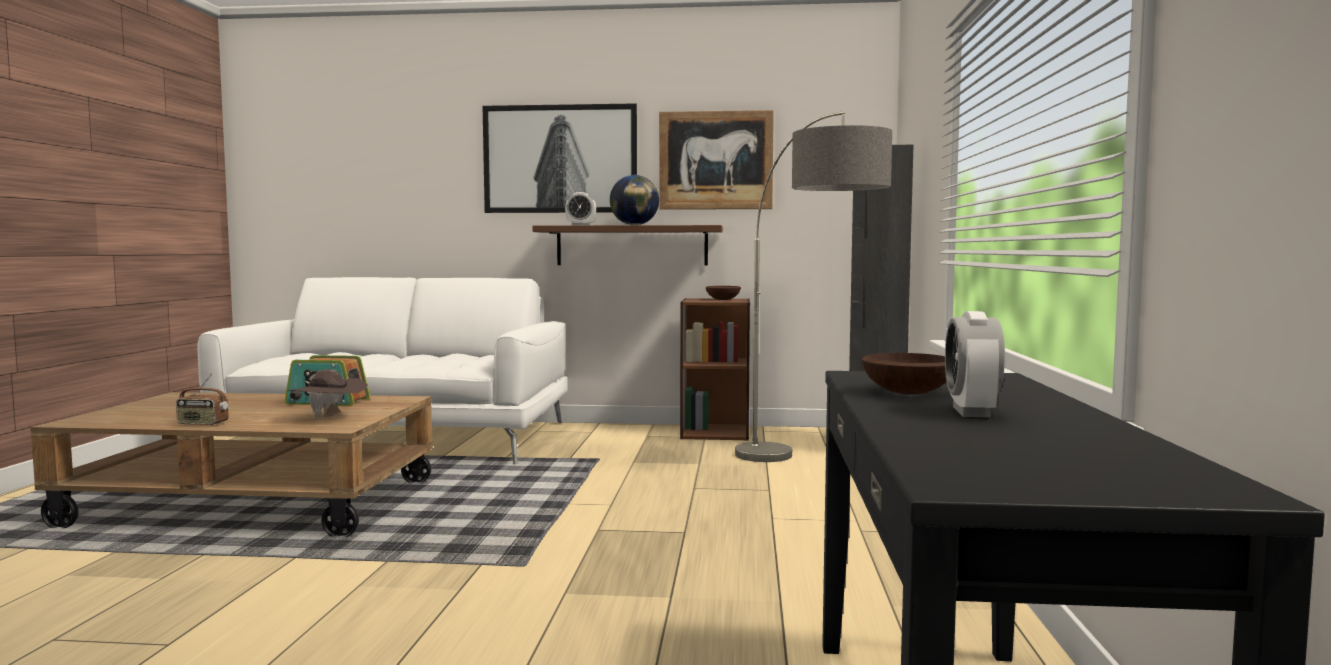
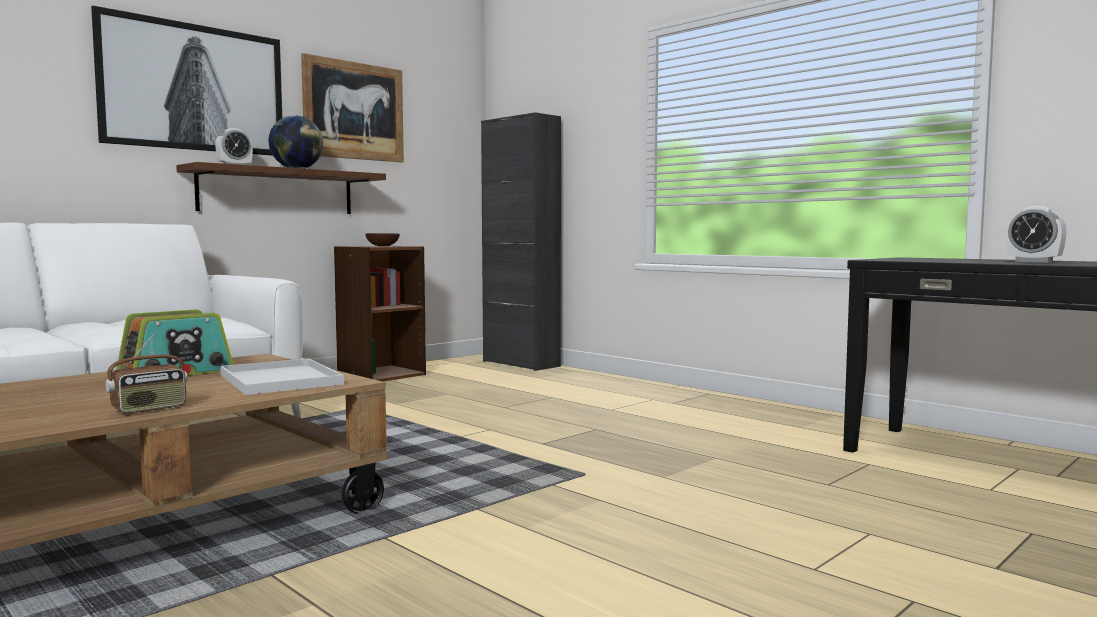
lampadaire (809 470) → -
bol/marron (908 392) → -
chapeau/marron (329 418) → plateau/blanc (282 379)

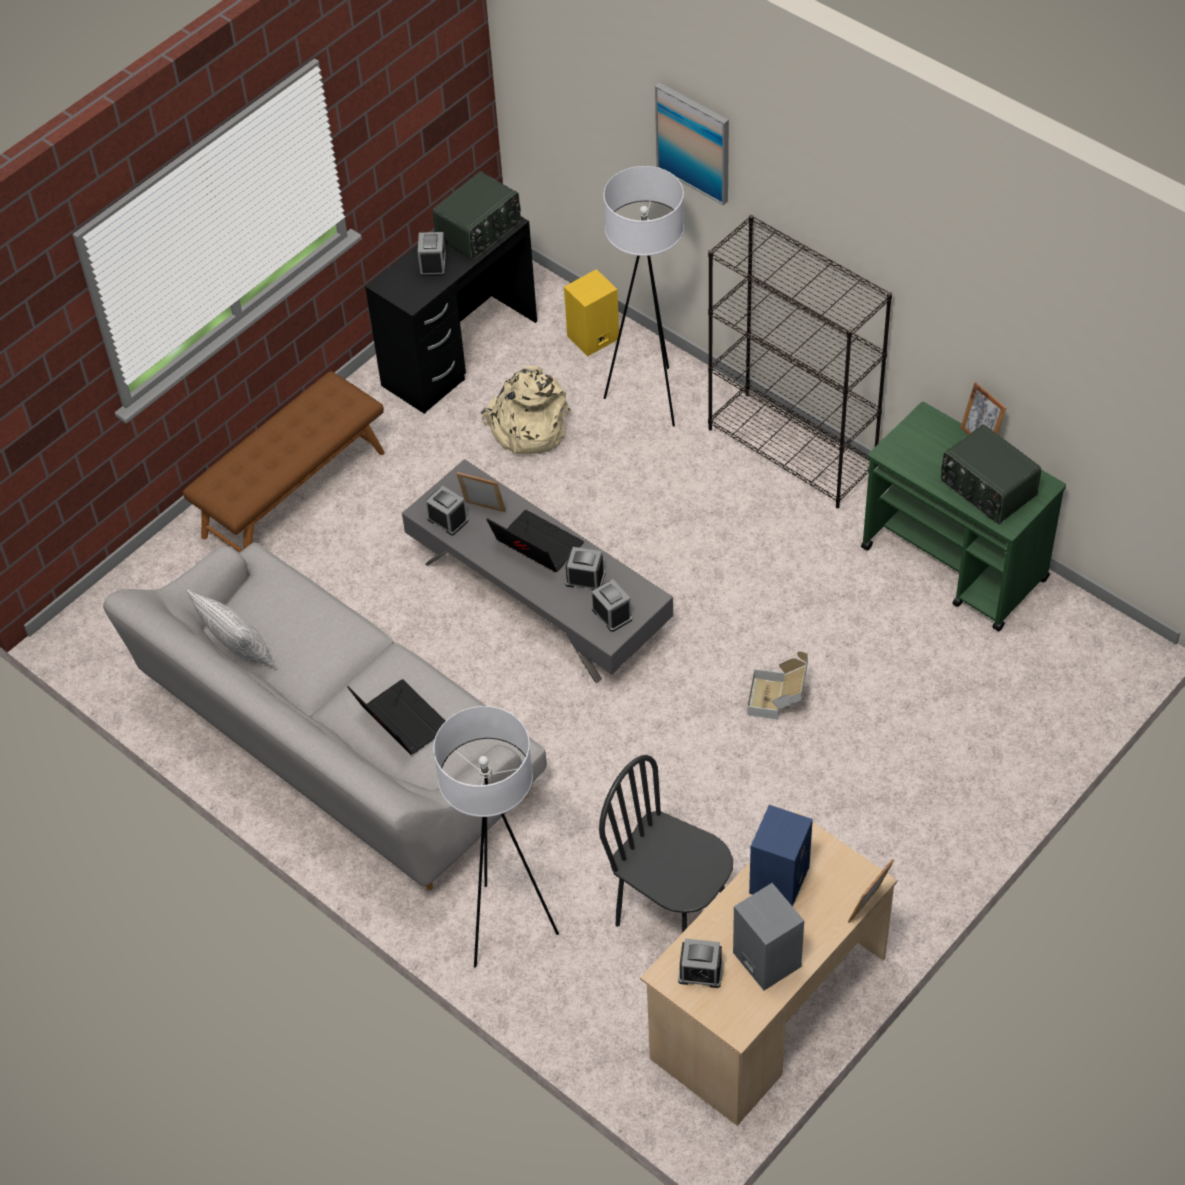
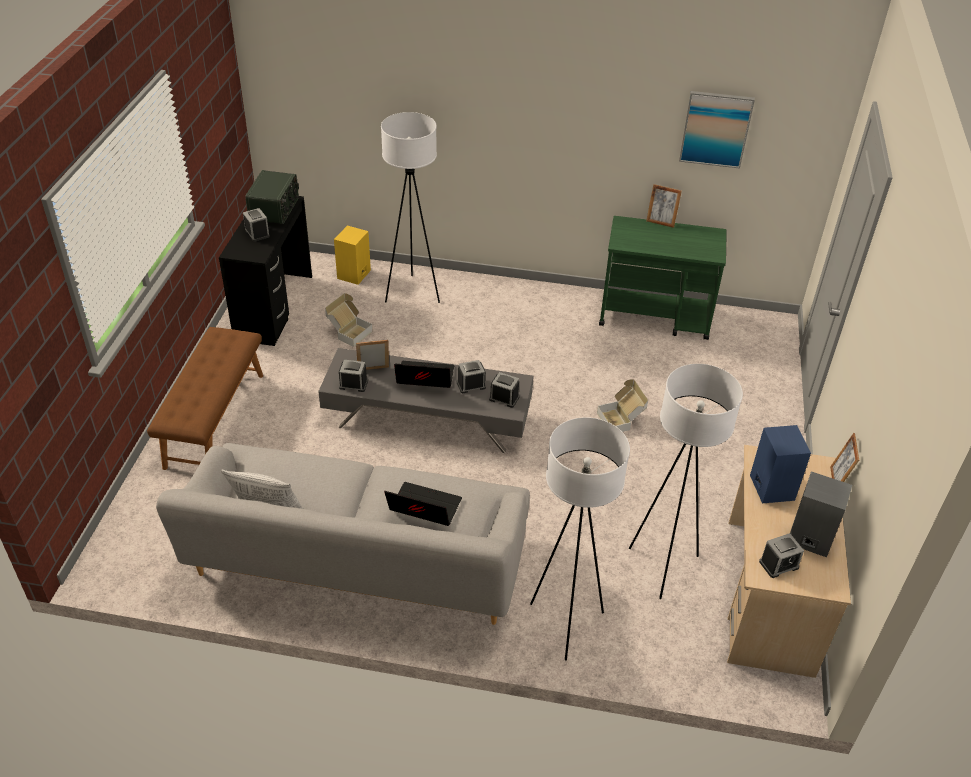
tableau (694 142) → tableau (715 129), relocated
bibliothèque/noir (792 450) → -
sac à dos/beige (527 428) → carton (349 332)
radio (987 489) → -
chaise/noir (671 915) → lampadaire/blanc (663 567)

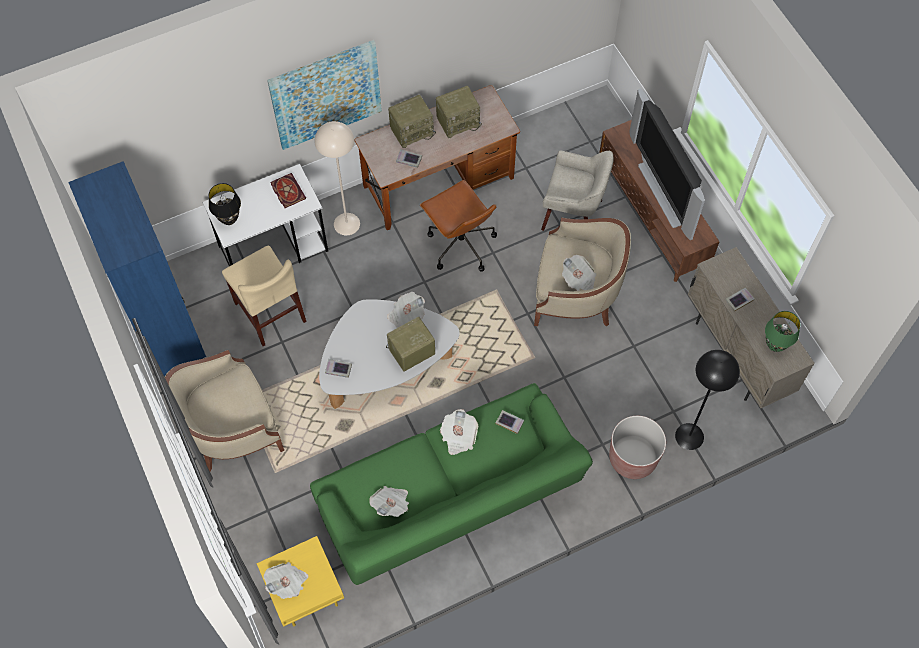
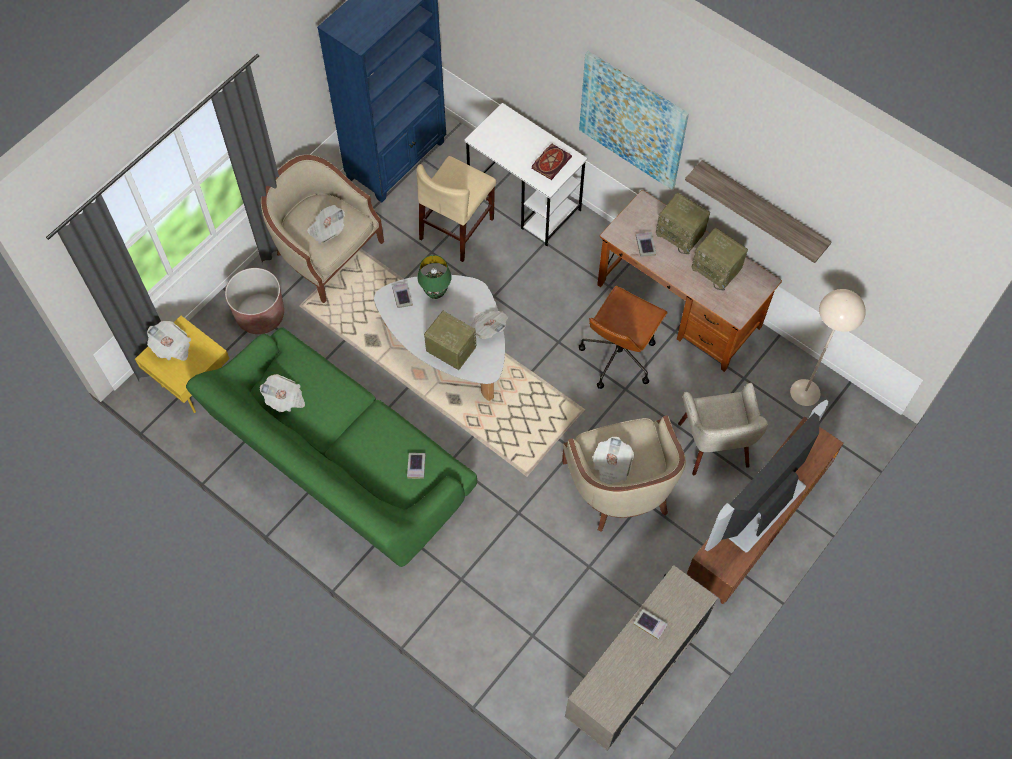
lampadaire/beige (347 223) → lampadaire/beige (805 392), relocated
lampe de table/noir (229 220) → -
lampe de table/vert (775 345) → lampe de table/vert (436 293), relocated
lampadaire/noir (689 436) → -
journal (458 437) → journal (327 230), relocated
cache-pot/marron (632 458) → cache-pot/marron (260 315), relocated
- → étagère (762 209)

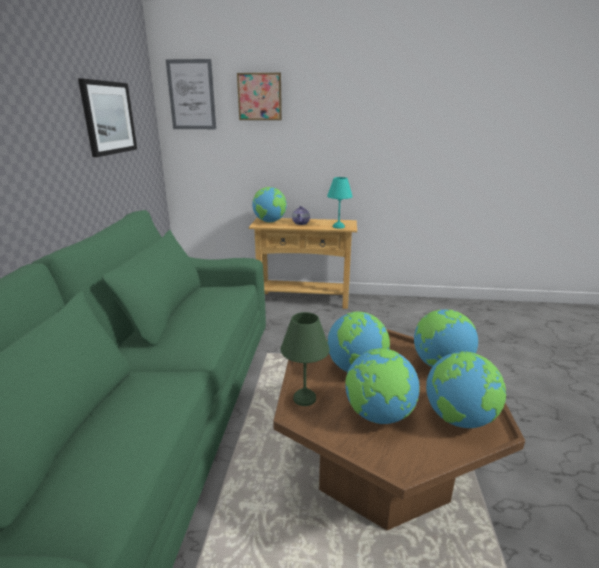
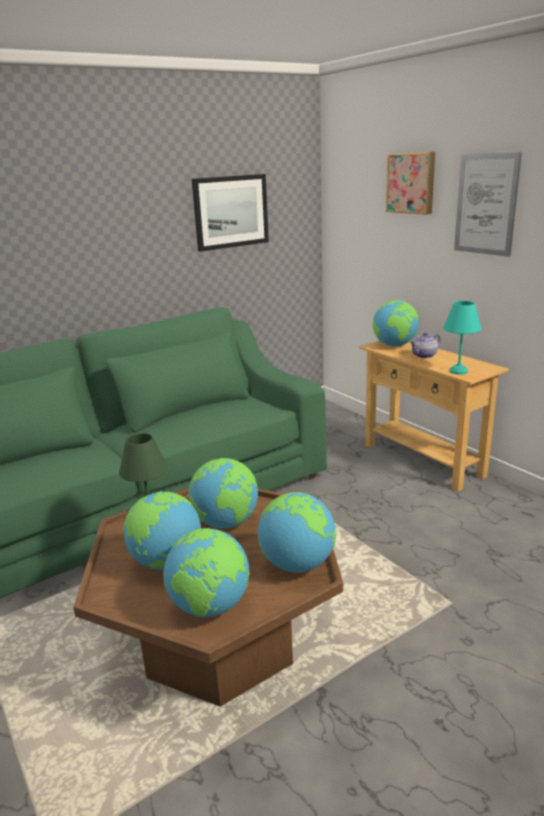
tableau (191 95) → tableau (486 204), relocated

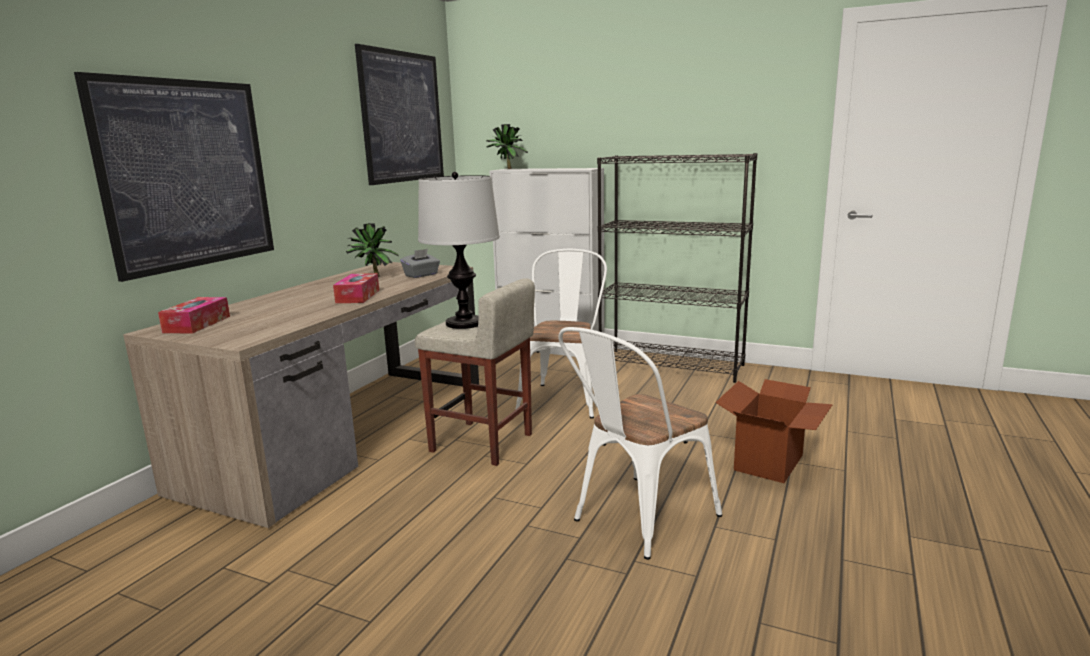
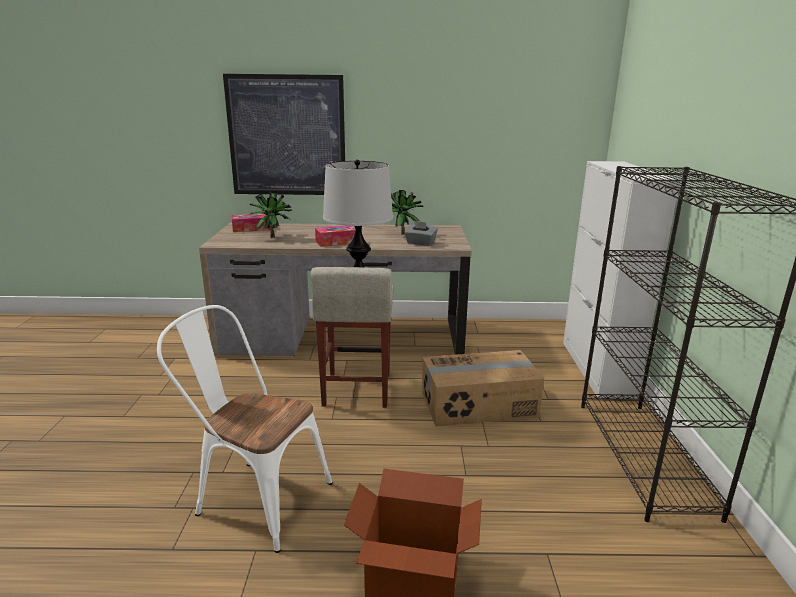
tableau (402 117) → -
plante en pot (506 169) → plante en pot (272 236), relocated
chaise/blanc (564 397) → carton (479 405)

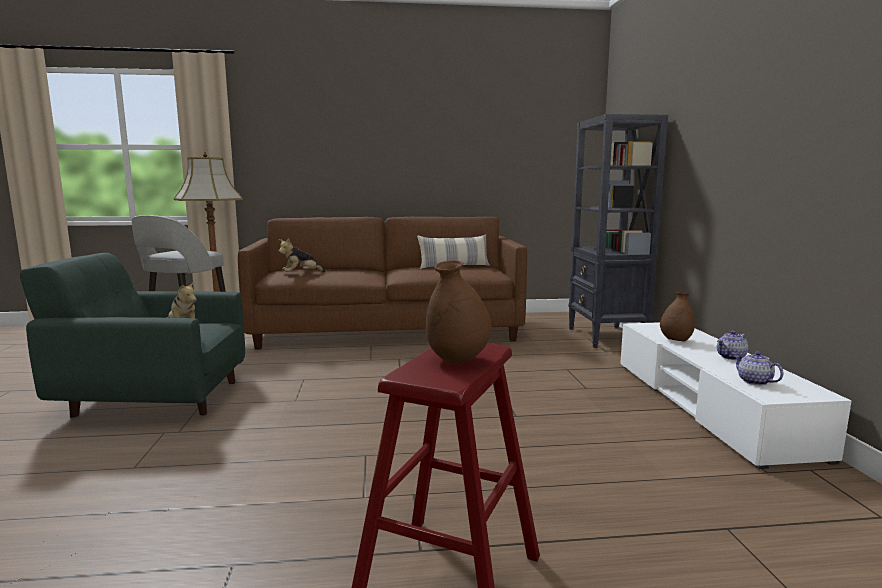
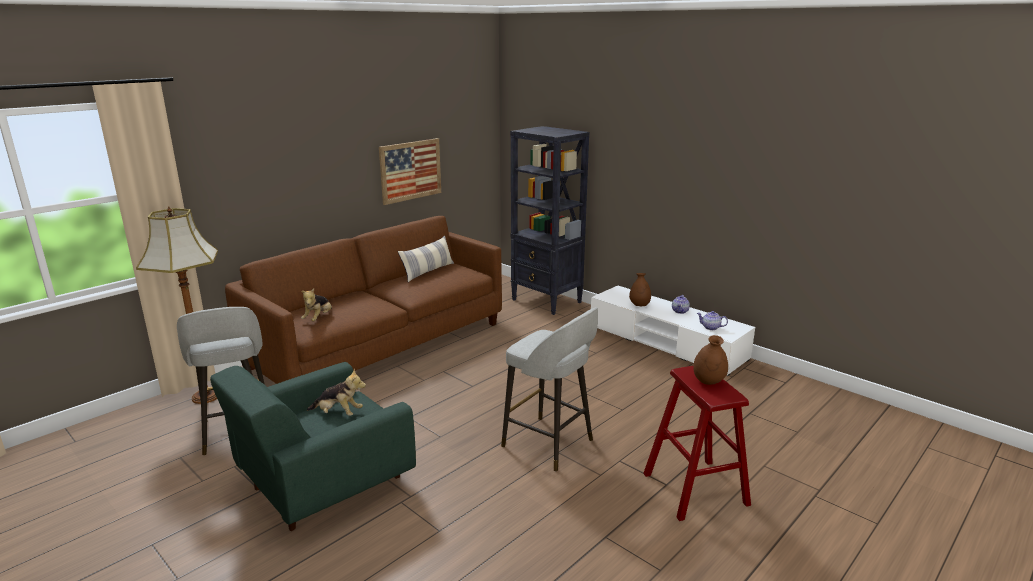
- → tableau (410 170)
- → tabouret/gris (549 444)

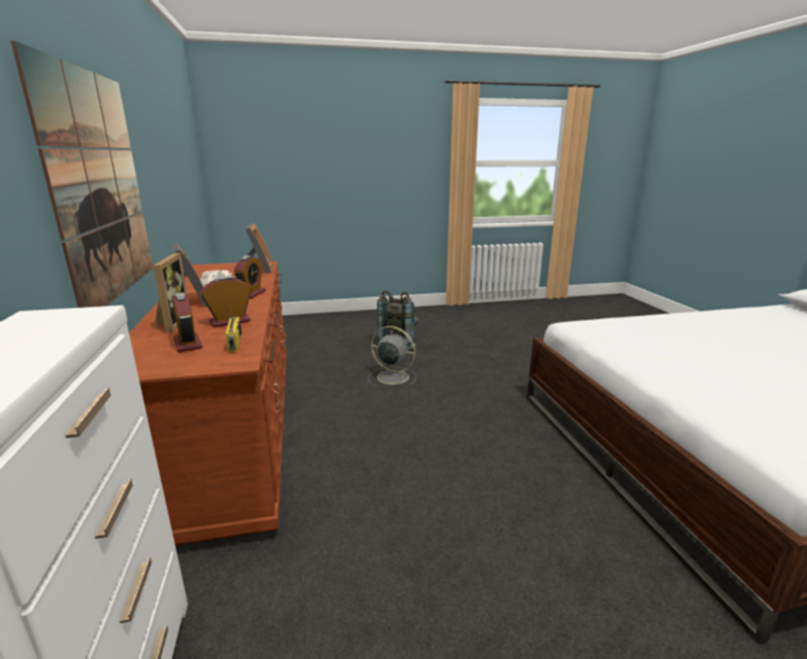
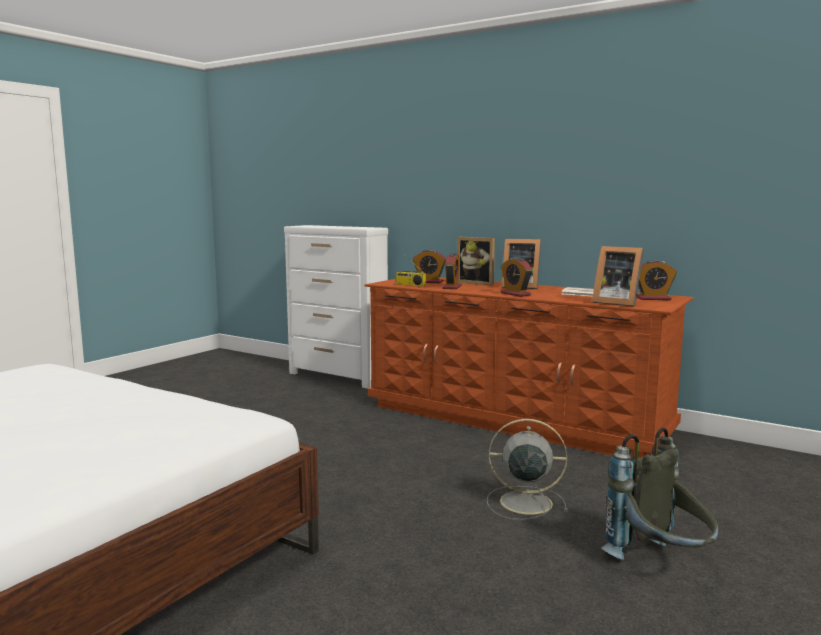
tableau (99 187) → -
ventilateur/gris (391 377) → ventilateur/gris (523 502), 150 degrees counterclockwise
- → réveil (653 298)

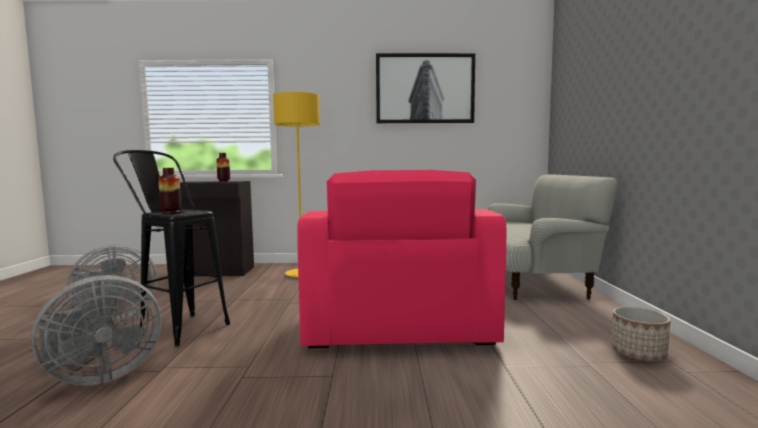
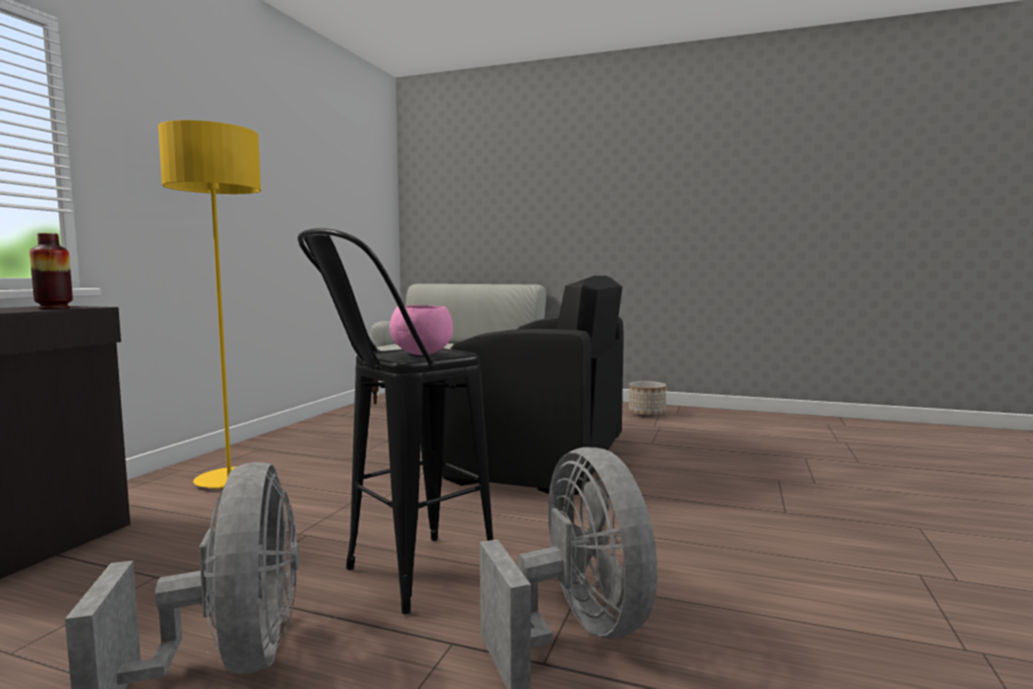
tableau (425 89) → -
vase (171 212) → bol/rose (421 354)
fauteuil/rose (397 328) → fauteuil/noir (541 459)

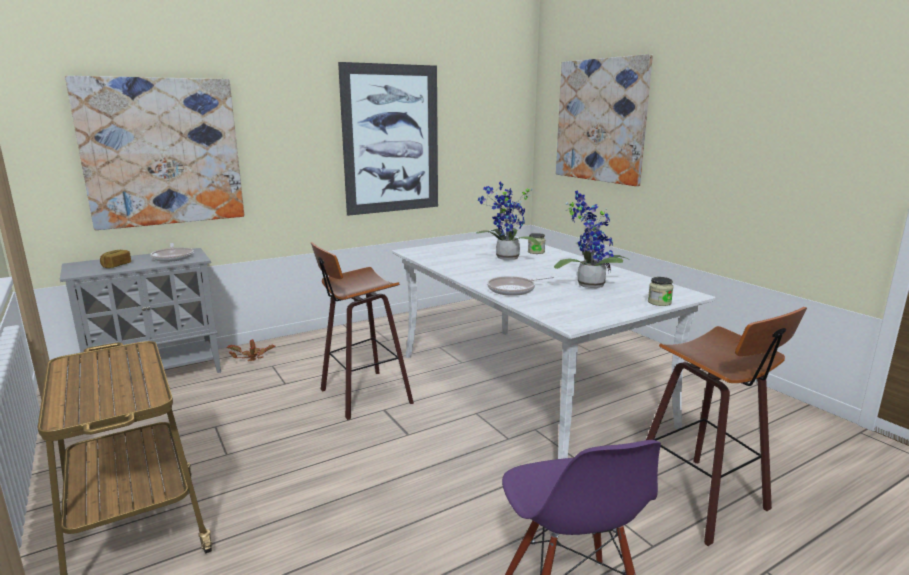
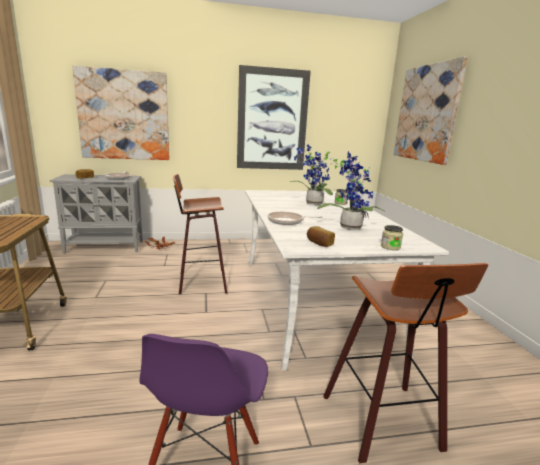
- → pain (319 243)

